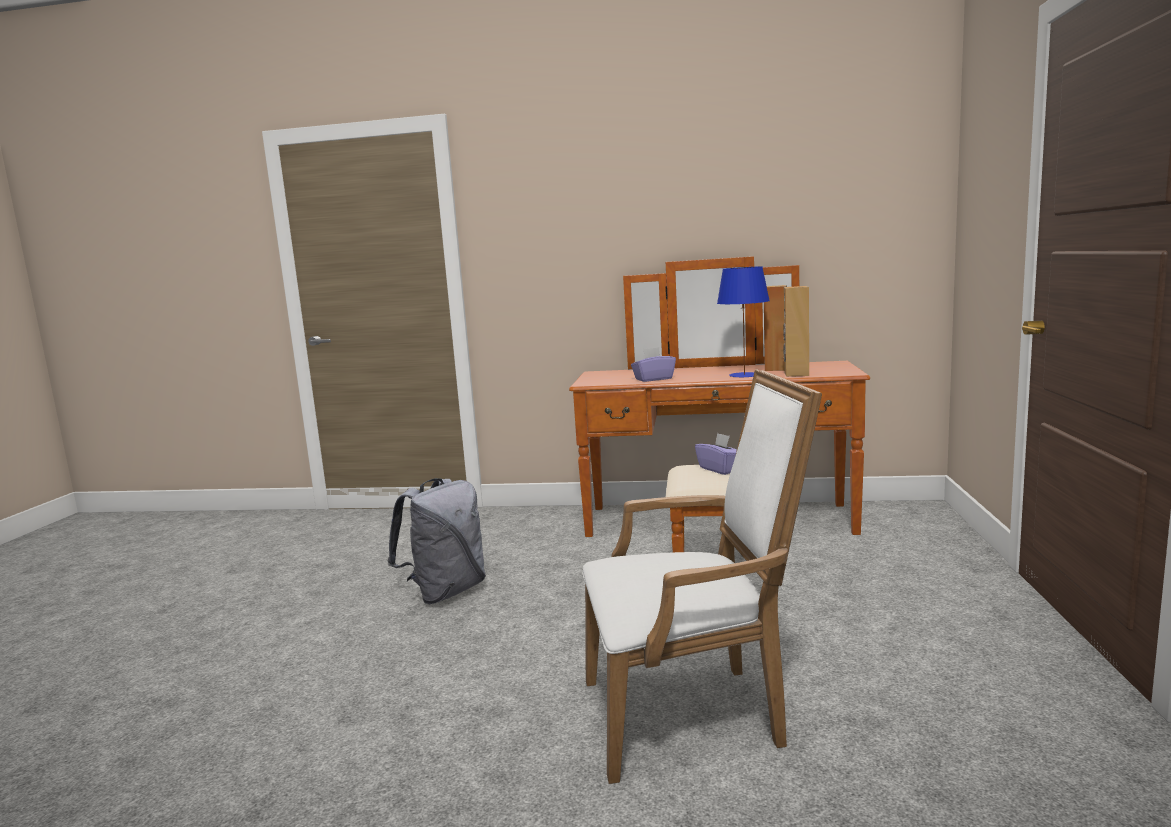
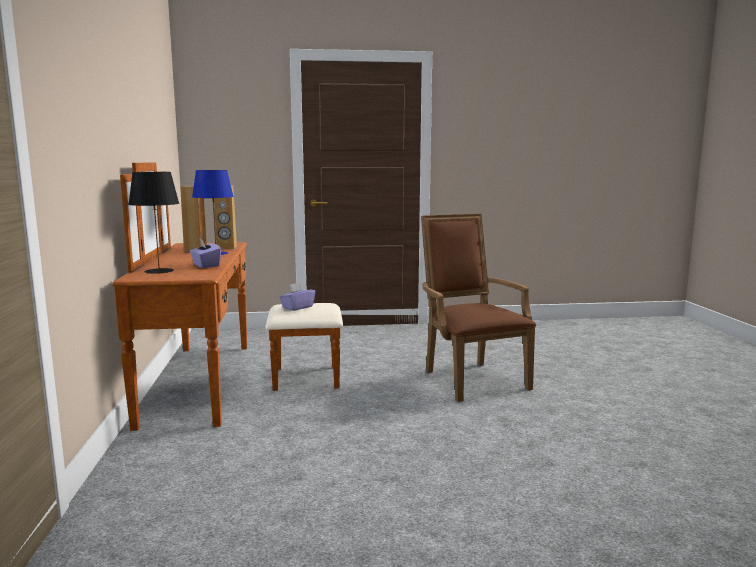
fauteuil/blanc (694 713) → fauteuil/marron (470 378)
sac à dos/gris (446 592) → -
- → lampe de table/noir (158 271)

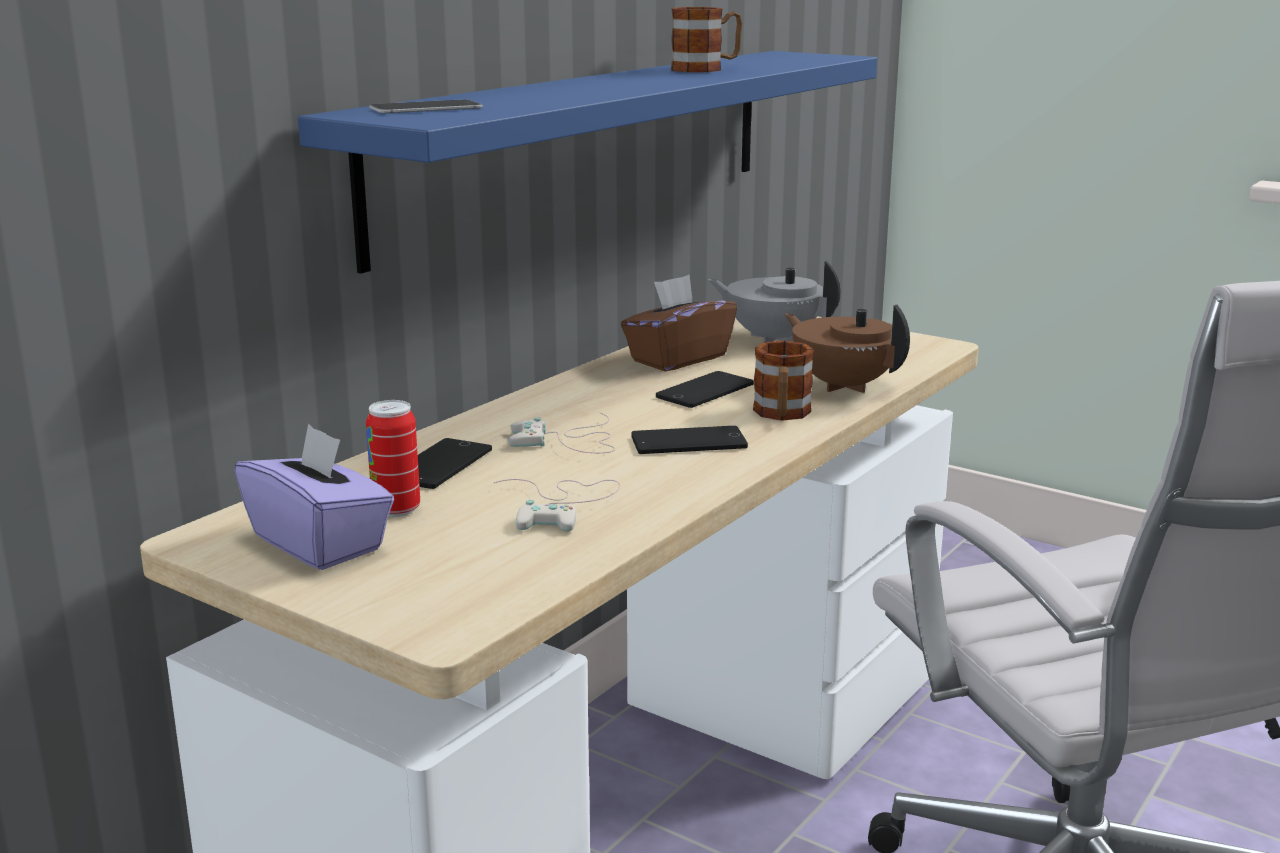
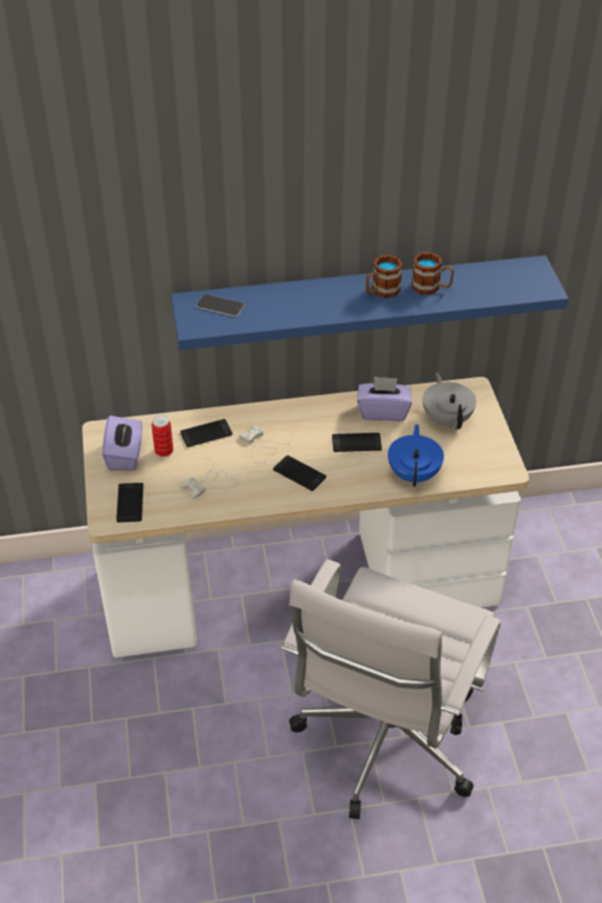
boîte à mouchoirs/marron (678 359) → boîte à mouchoirs/violet (383 411)
théière/marron (843 385) → théière/bleu (414 474)
mug (781 415) → mug (381 291), relocated
- → téléphone (130 503)

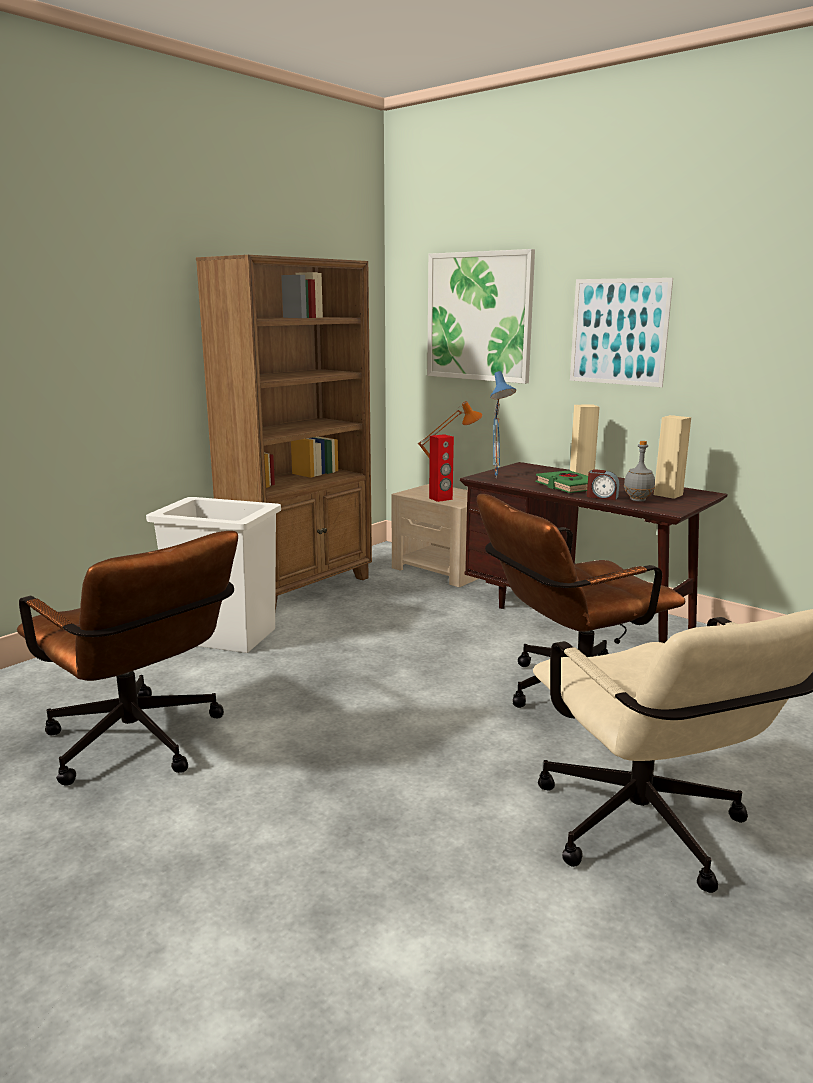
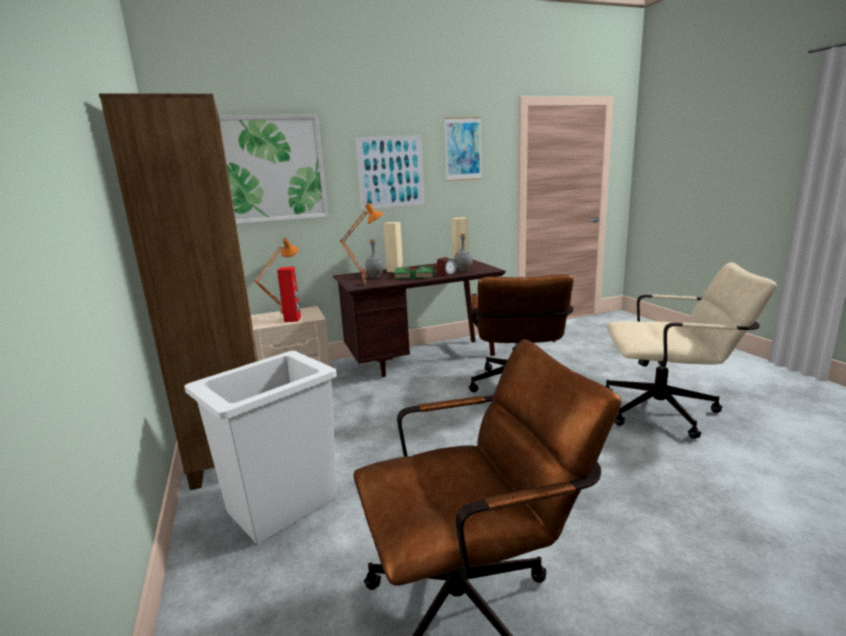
lampe de table/bleu (498 478) → lampe de table/orange (366 284)
- → tableau (463 149)
- → bouteille/gris (375 277)

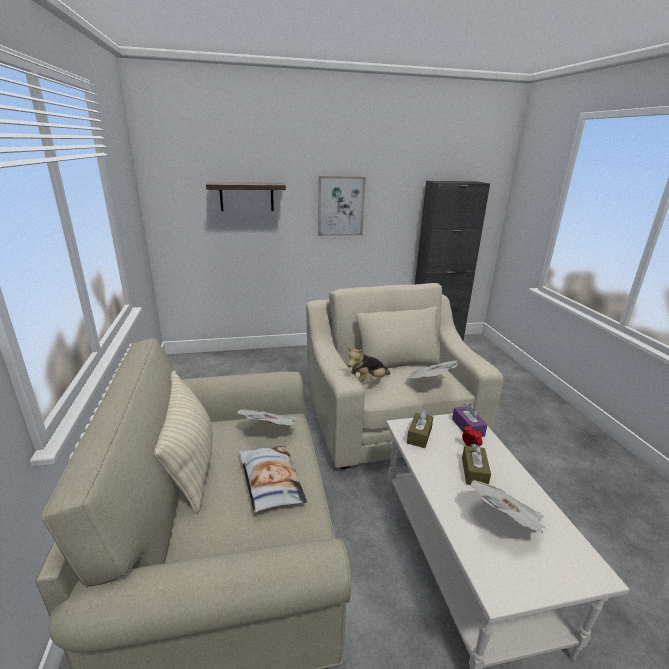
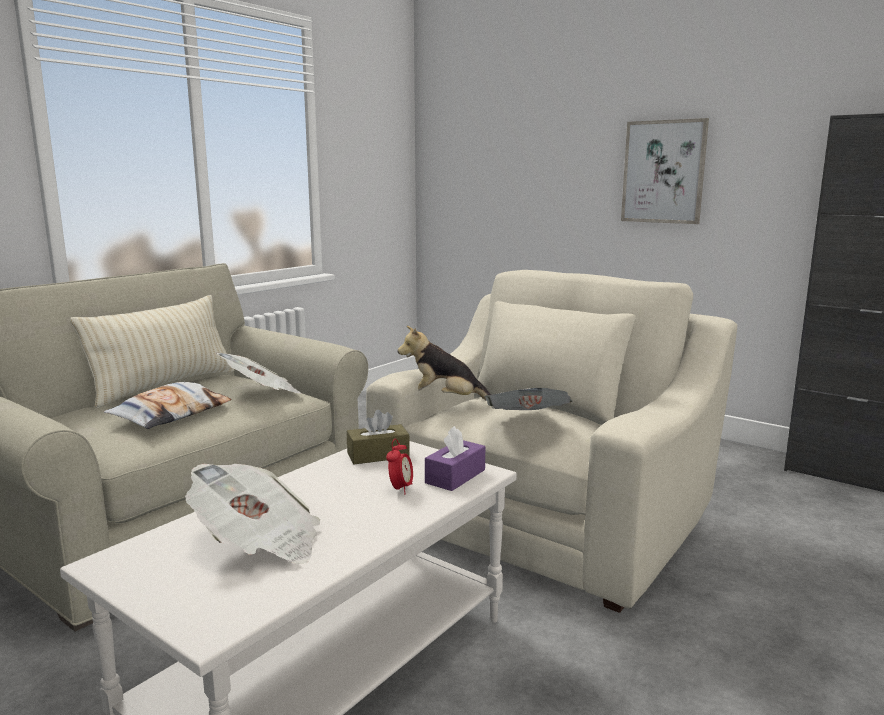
étagère (246 196) → -
boîte à mouchoirs/marron (474 472) → -

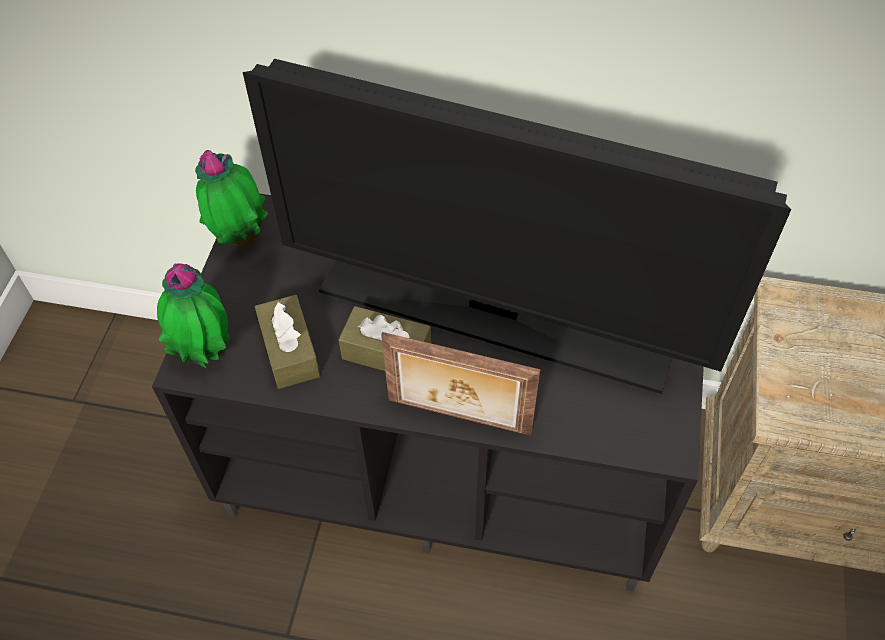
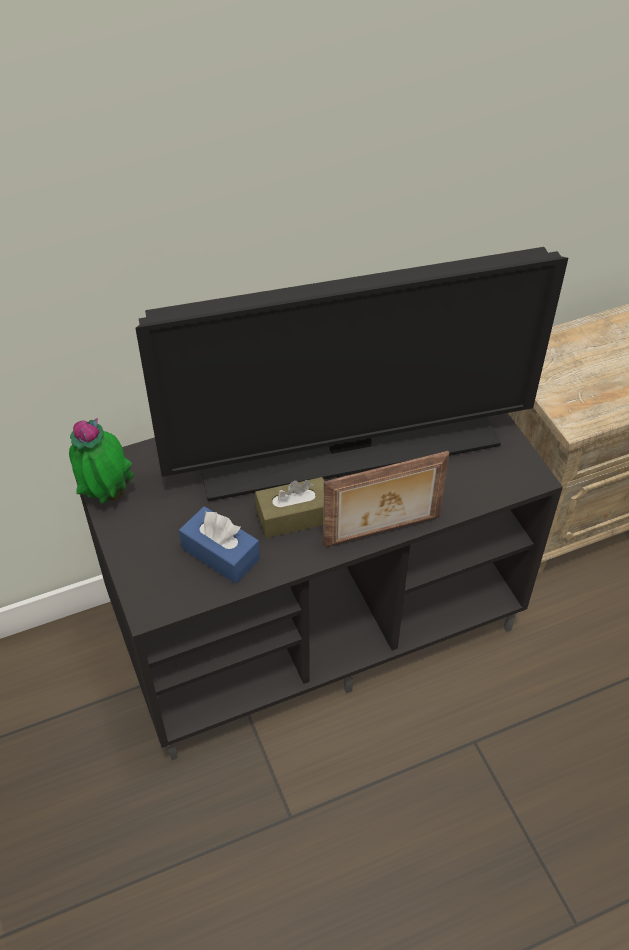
plante en pot (206 353) → -
boîte à mouchoirs/marron (289 351) → boîte à mouchoirs/bleu (220 553)

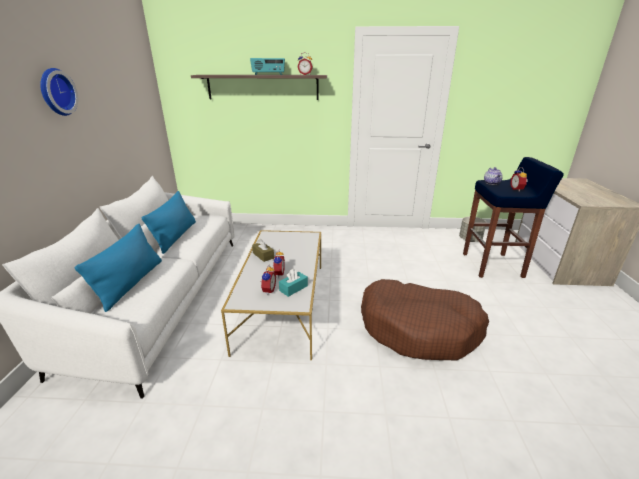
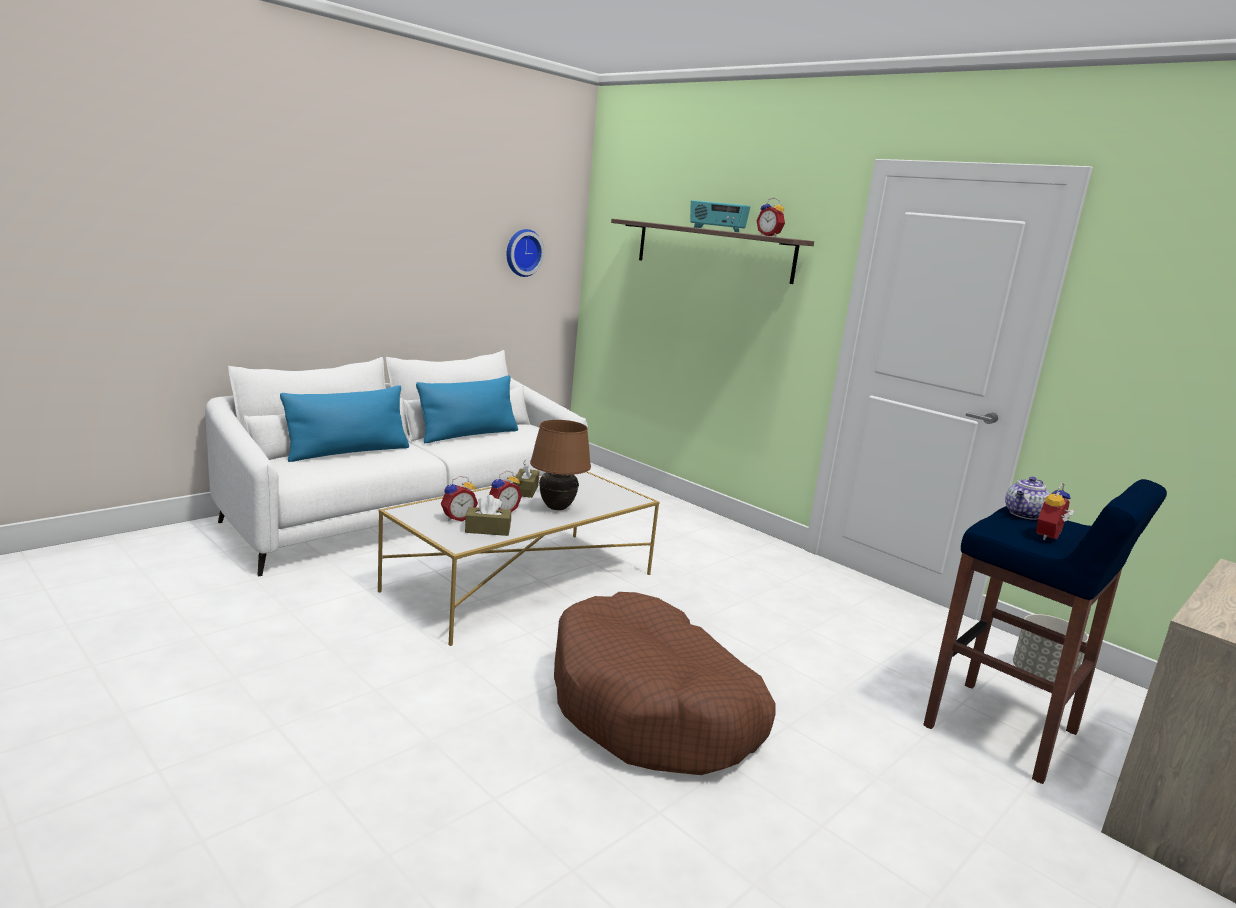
horloge murale (55 92) → horloge murale (522 252), relocated
boîte à mouchoirs/turquoise (293 288) → boîte à mouchoirs/marron (487 530)
- → lampe de table/marron (557 508)

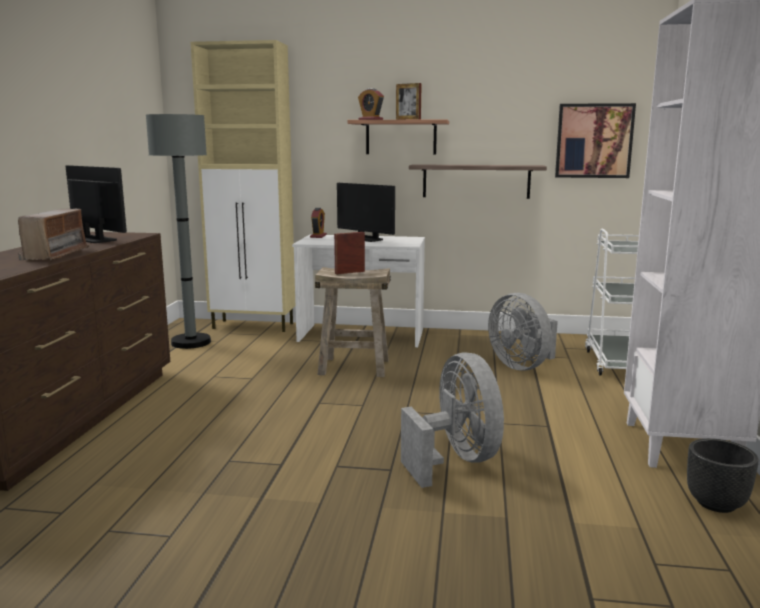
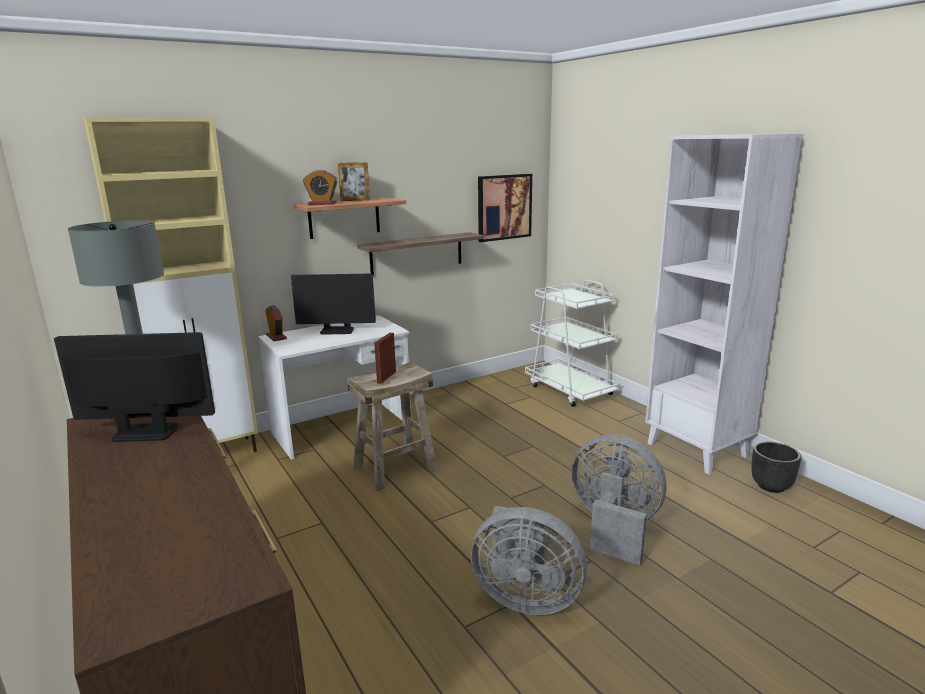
radio (56 254) → -
ventilateur/gris (522 366) → ventilateur/gris (525 597), relocated

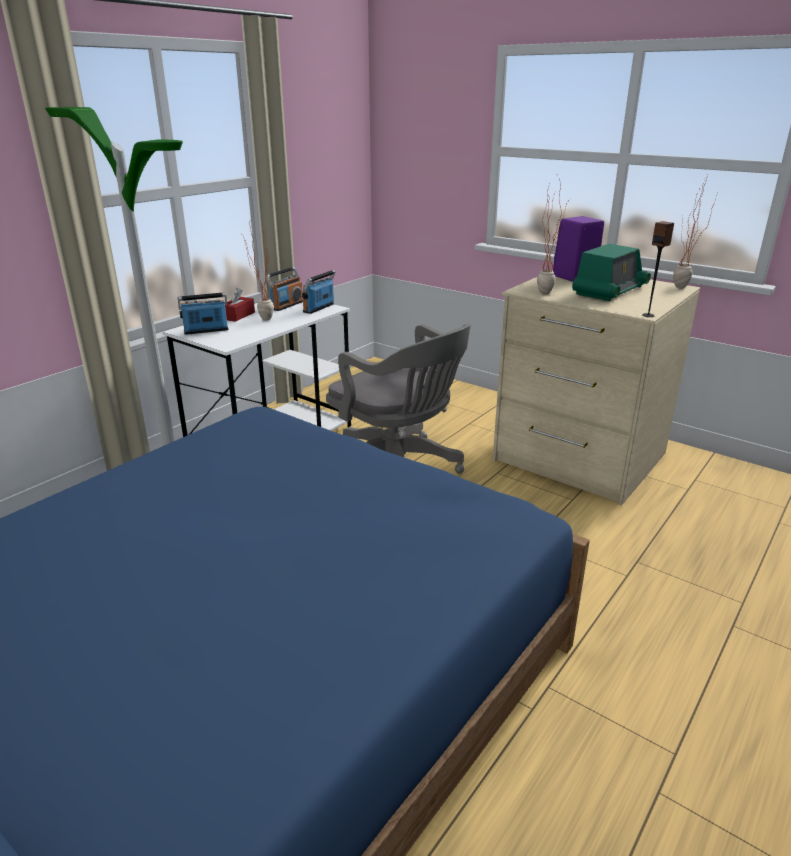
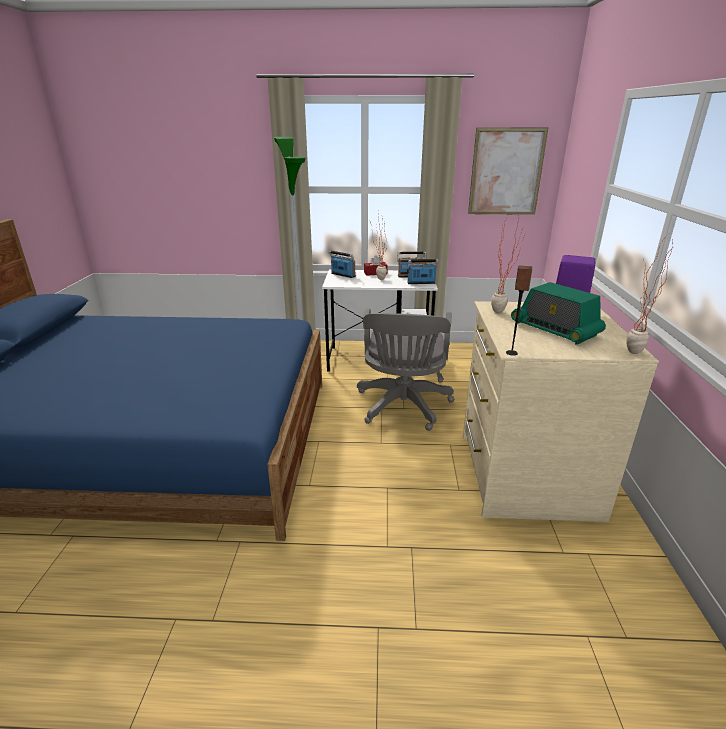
radio (609 290) → radio (555 329), 45 degrees clockwise
- → tableau (506 172)

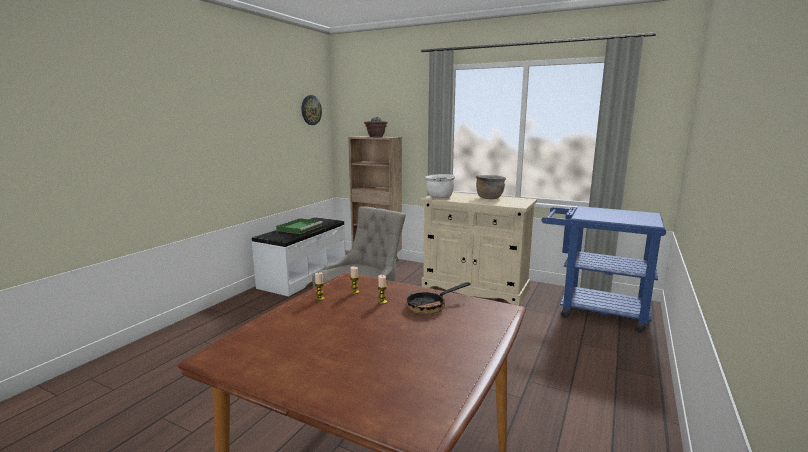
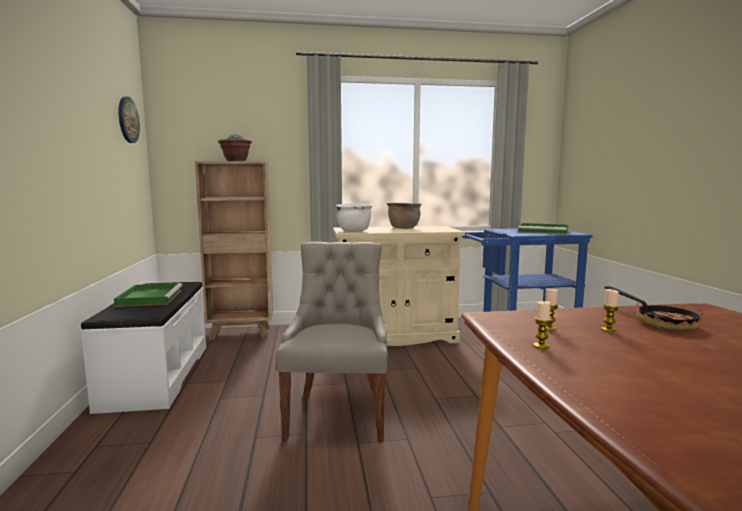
poêle (431 306) → poêle (658 321), 45 degrees counterclockwise
- → plateau/vert (544 231)

